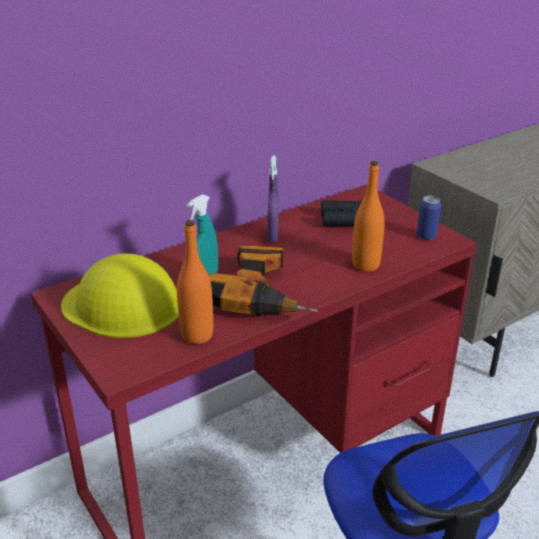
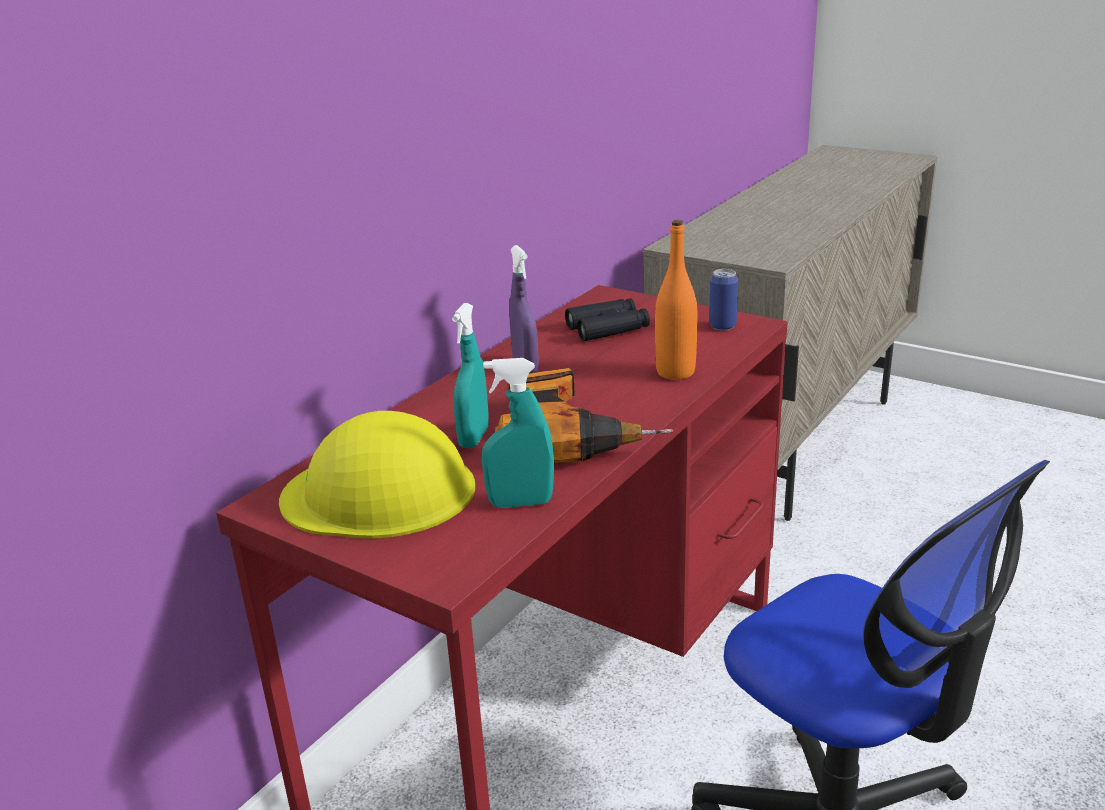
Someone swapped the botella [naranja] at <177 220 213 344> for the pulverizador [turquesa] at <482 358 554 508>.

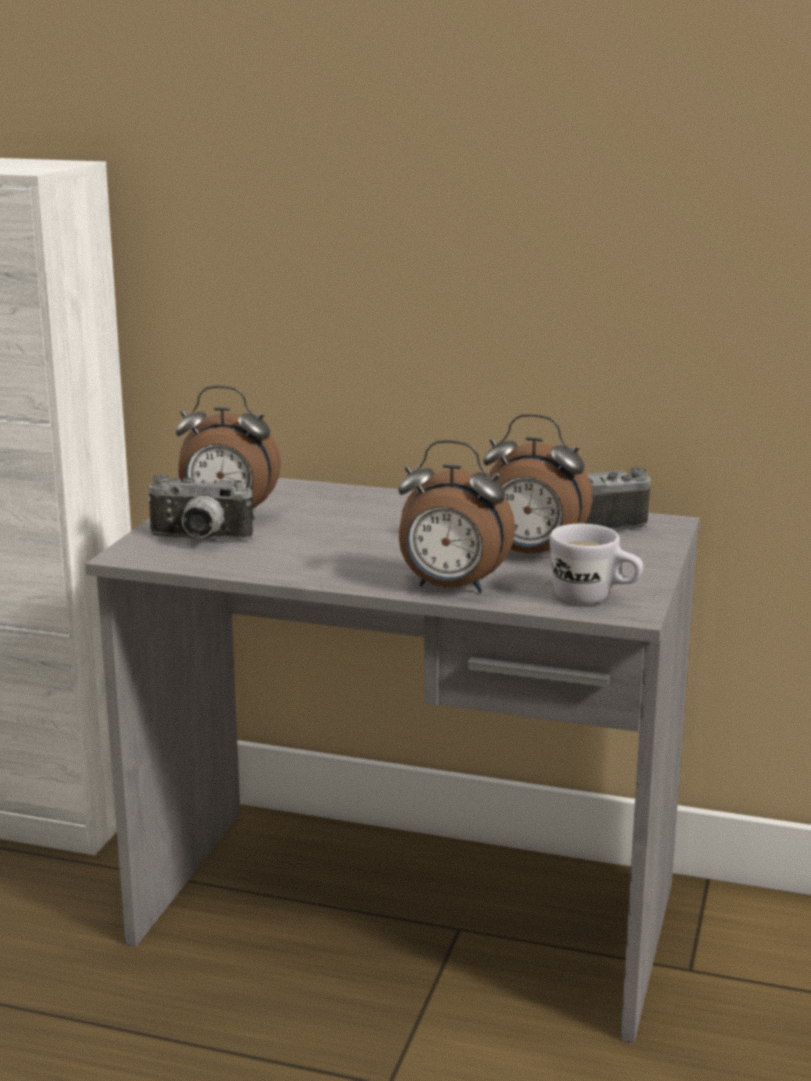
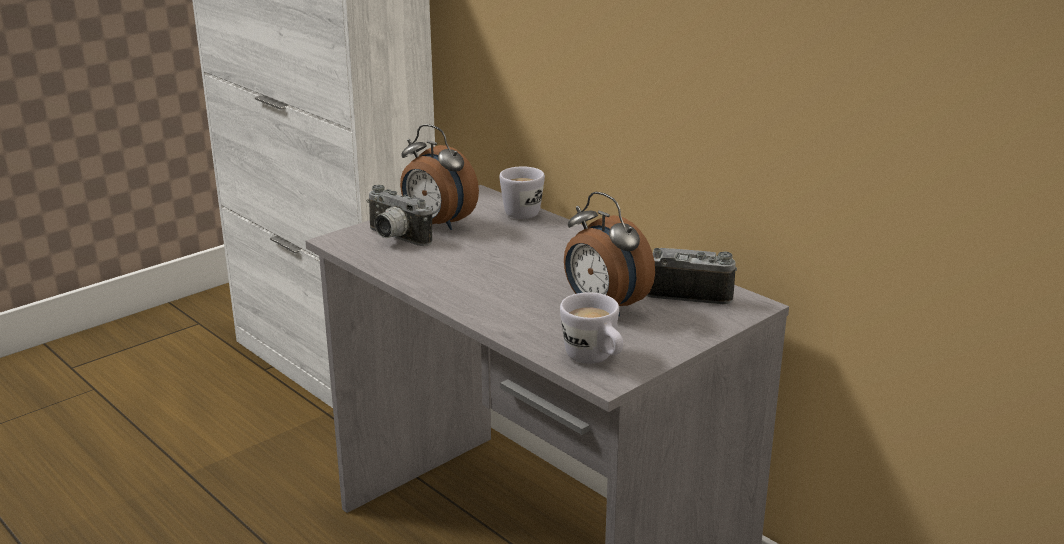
Someone took away the despertador at <398 440 515 593>.
Someone put down the taza grande [blanco] at <499 166 545 219>.

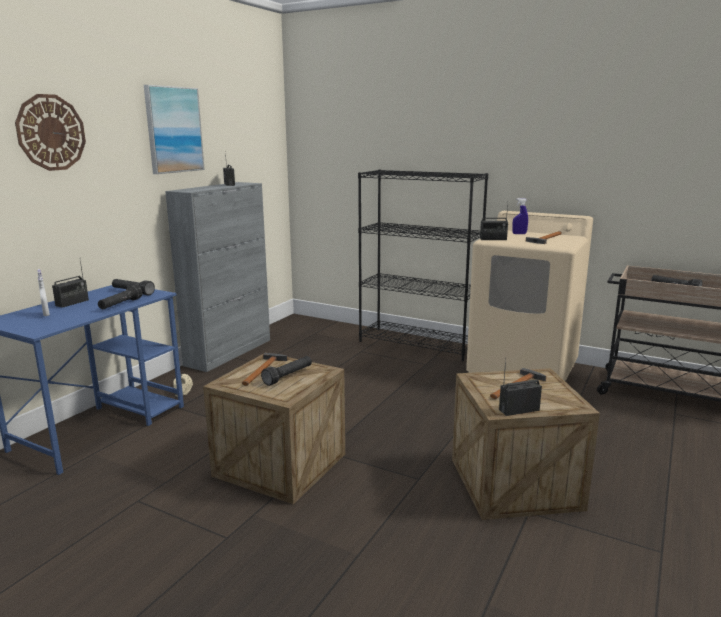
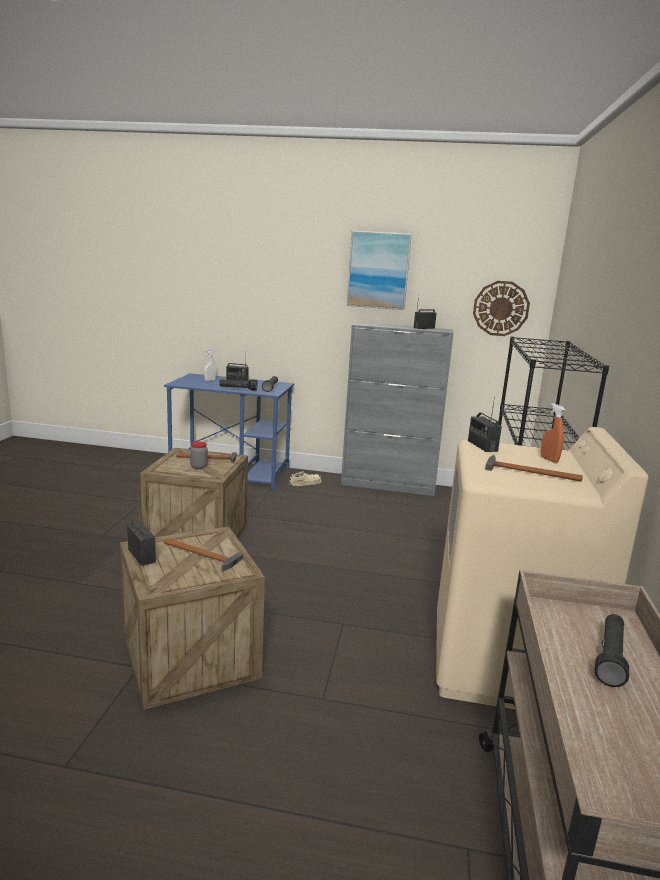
Someone carried the reloj de pared from <15 94 86 171> to <473 281 530 336>.
Someone repainted the pulverizador [azul] at <512 198 528 234>, which became the pulverizador [naranja] at <541 403 565 463>.
Someone swapped the linterna [negro] at <261 356 312 386> for the tarro at <190 441 208 469>.

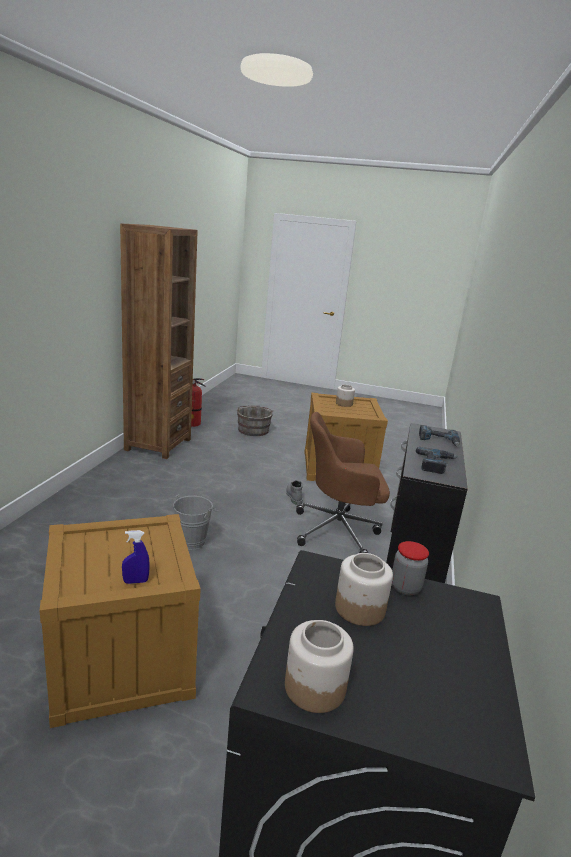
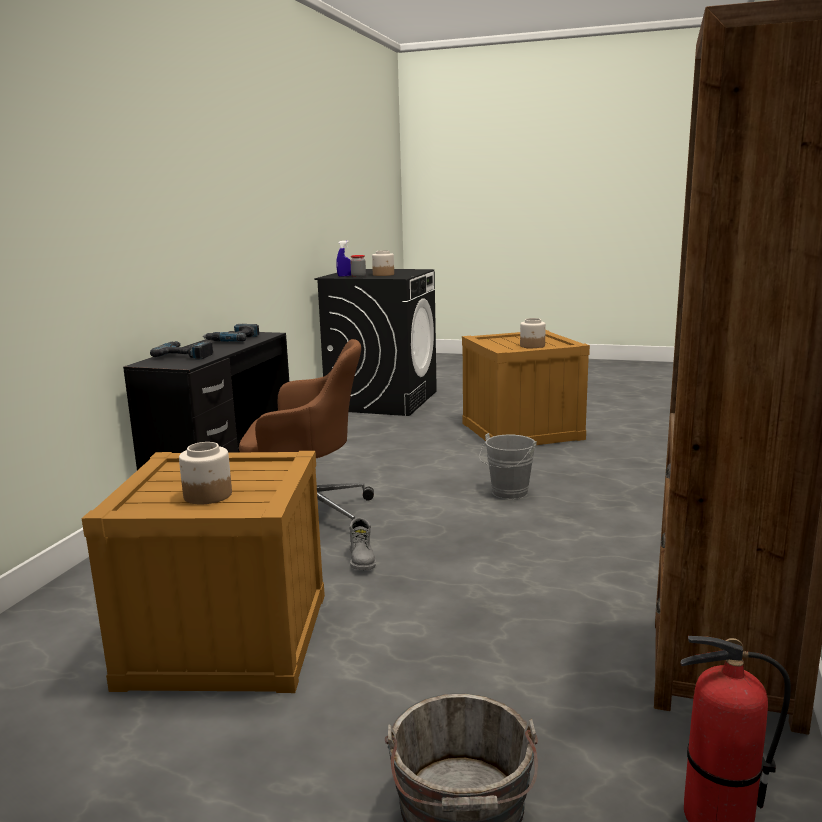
Someone carried the pulverizador [azul] from <122 530 150 584> to <336 241 351 277>.
Someone carried the tarro from <285 620 354 713> to <520 318 546 349>.

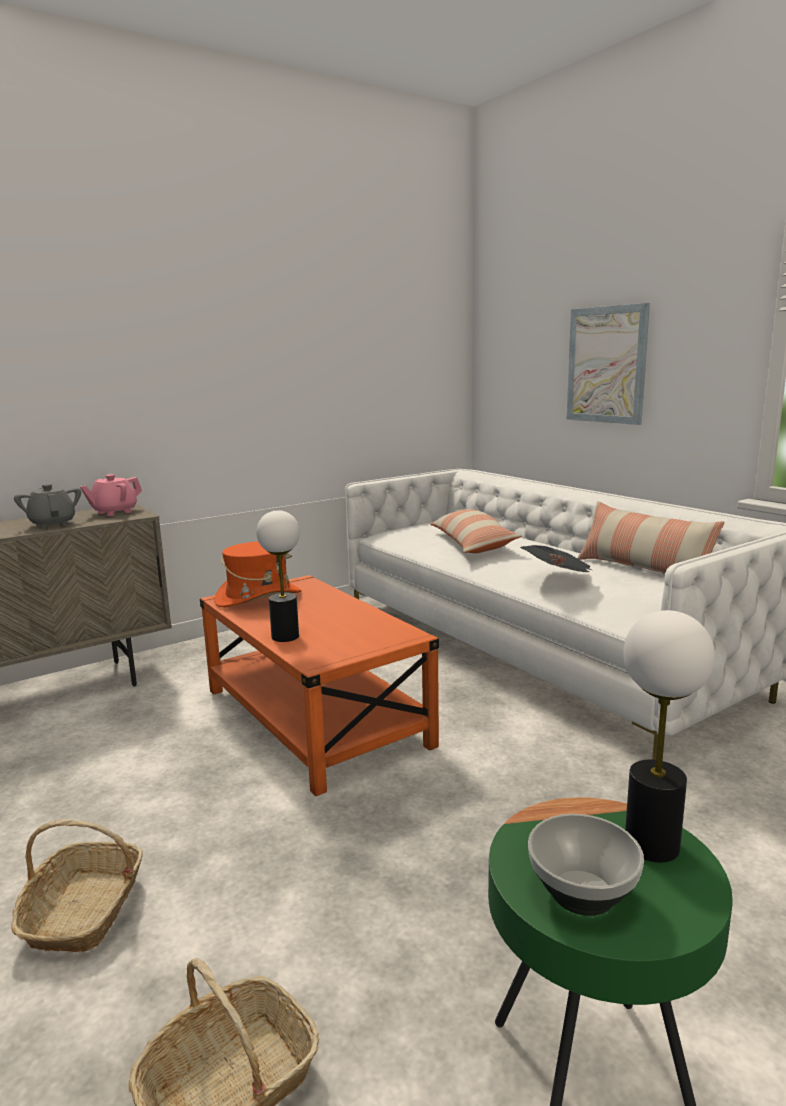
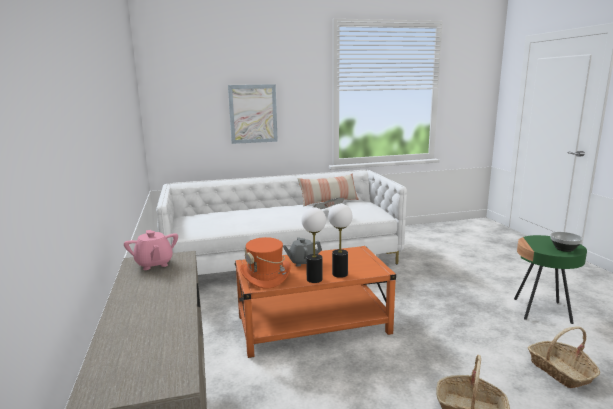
Someone carried the tetera [gris] from <14 484 81 529> to <283 237 322 267>.
Someone took away the cojín at <430 509 522 553>.
Someone carried the lámpara de mesa from <624 610 715 862> to <301 207 326 283>.

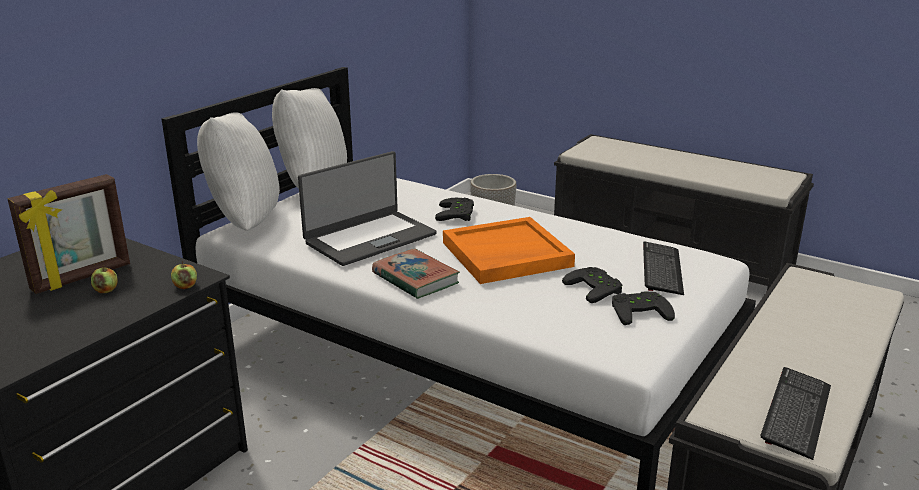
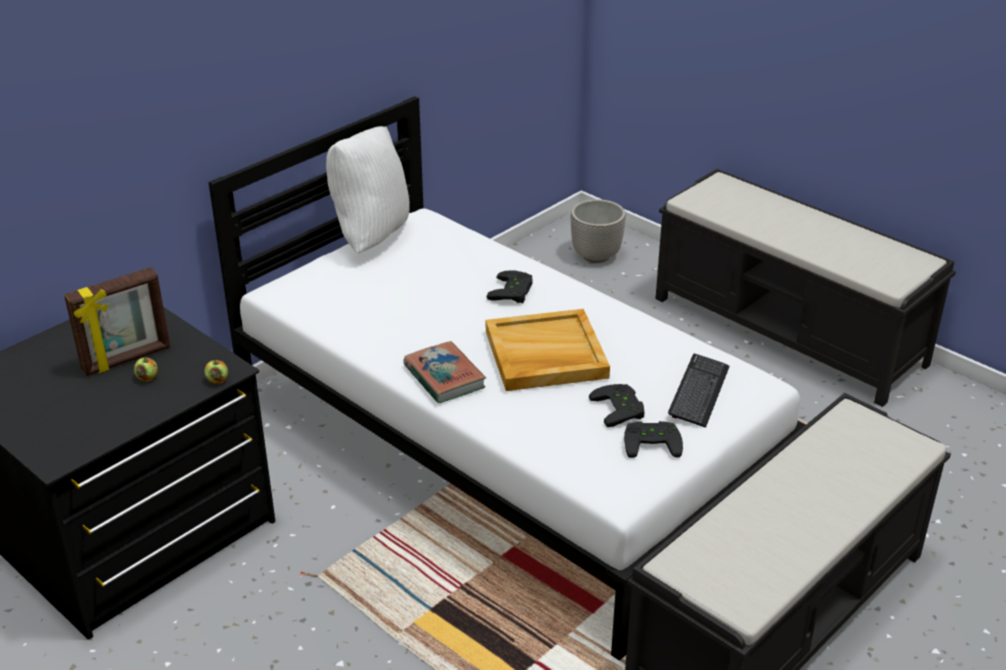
Someone took away the cojín [blanco] at <197 112 280 231>.
Someone took away the portátil at <298 151 437 266>.
Someone repainted the bandeja [naranja] at <443 217 575 284>, which became the bandeja [beis] at <486 309 610 391>.
Someone took away the teclado at <760 367 831 460>.

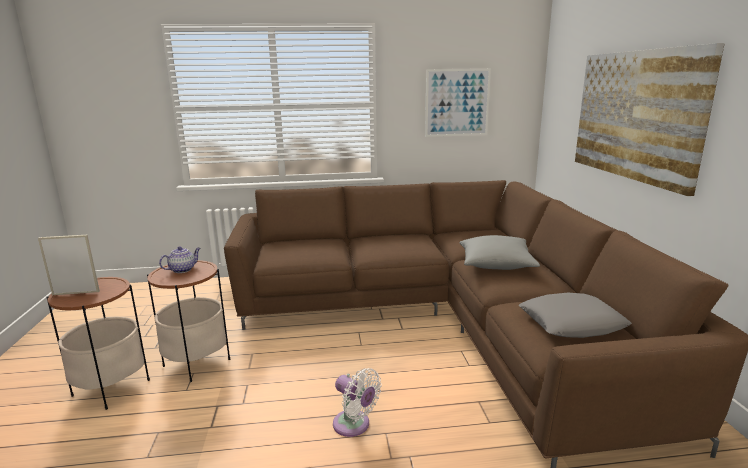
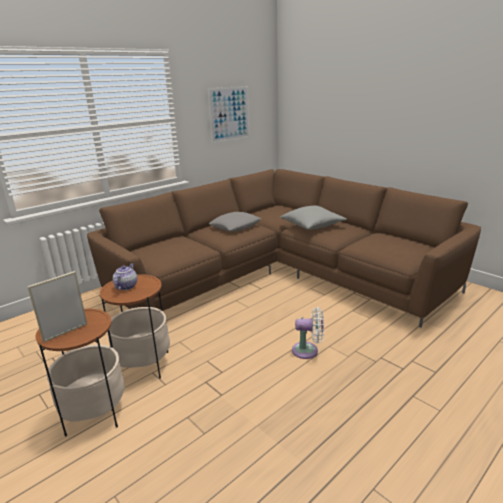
Someone took away the cuadro at <575 43 725 196>.
Someone carried the cojín [gris] from <519 293 632 338> to <209 212 261 232>.

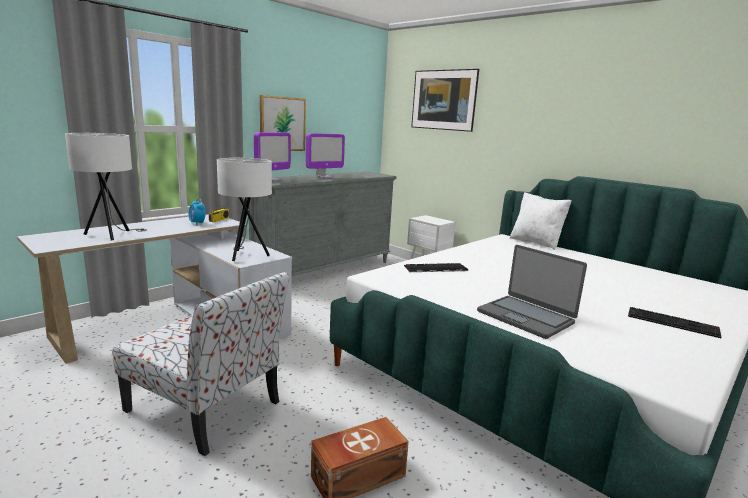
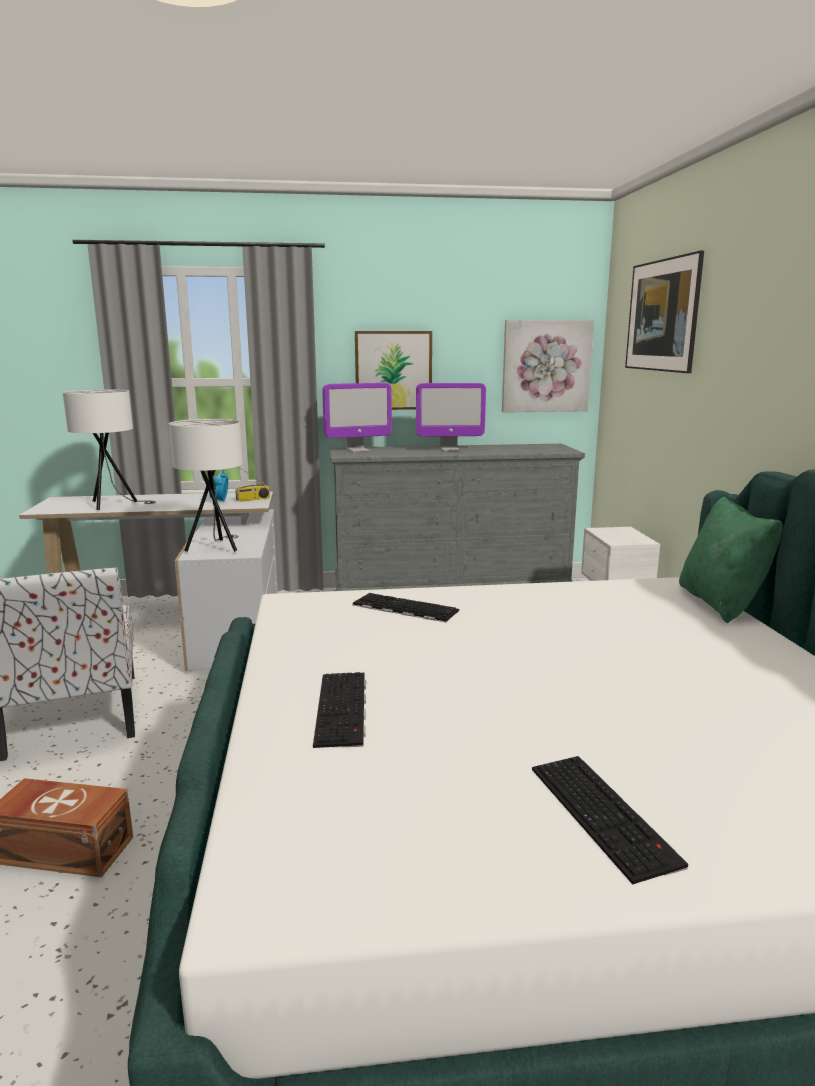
Someone repainted the cojín [blanco] at <510 192 572 250>, which became the cojín [verde] at <679 497 783 624>.
Someone swapped the portátil at <477 245 587 339> for the teclado at <313 672 366 748>.
Someone put up the cuadro at <502 320 594 412>.

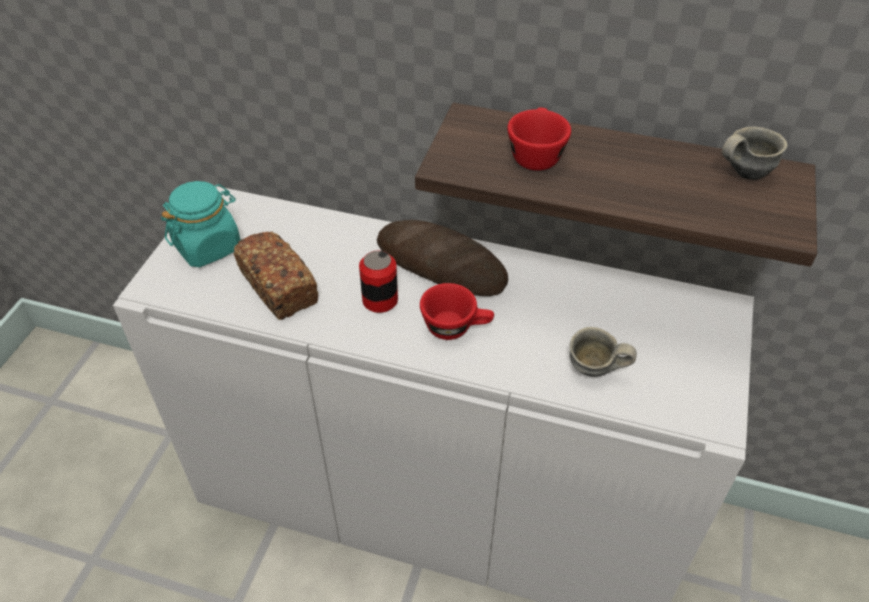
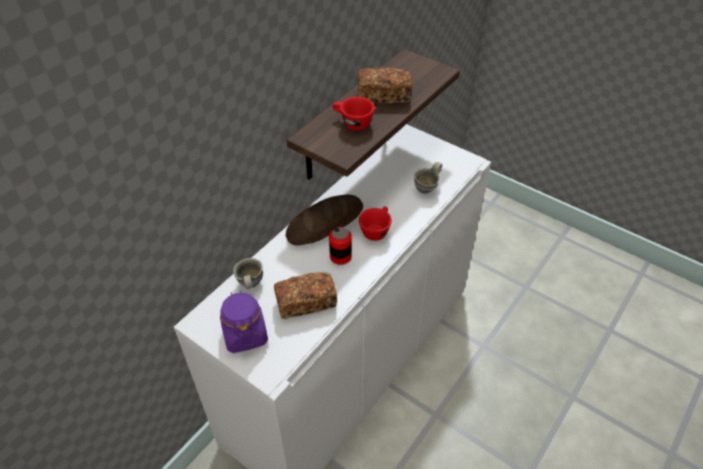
Someone carried the taza grande [gris] from <722 127 788 180> to <233 258 263 289>.
Someone repainted the tarro [turquesa] at <161 181 241 267>, which became the tarro [morado] at <220 290 268 353>.
Someone put down the pan at <358 67 412 103>.

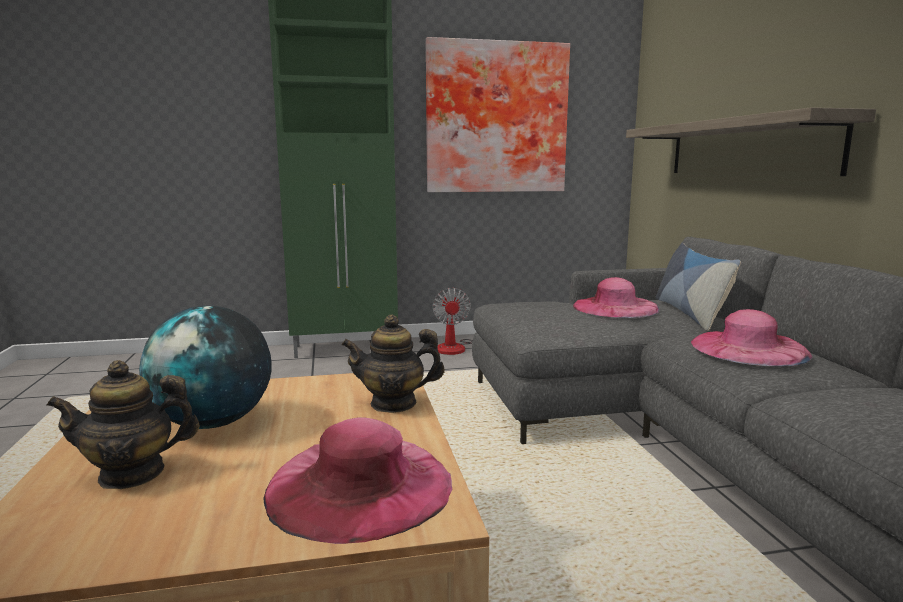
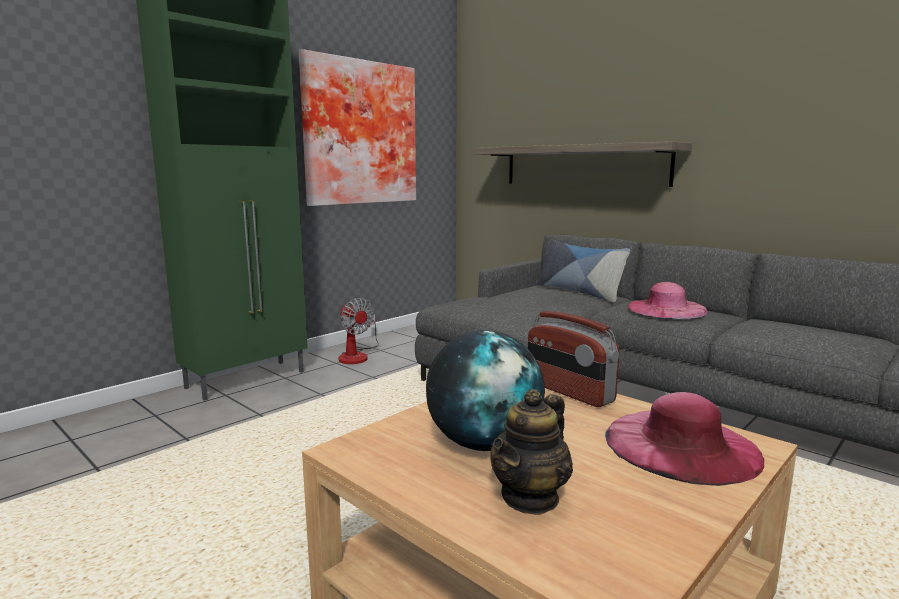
Someone took away the sombrero [rosa] at <573 277 660 318>.
Someone swapped the tetera at <341 315 445 413> for the radio at <528 311 620 407>.

